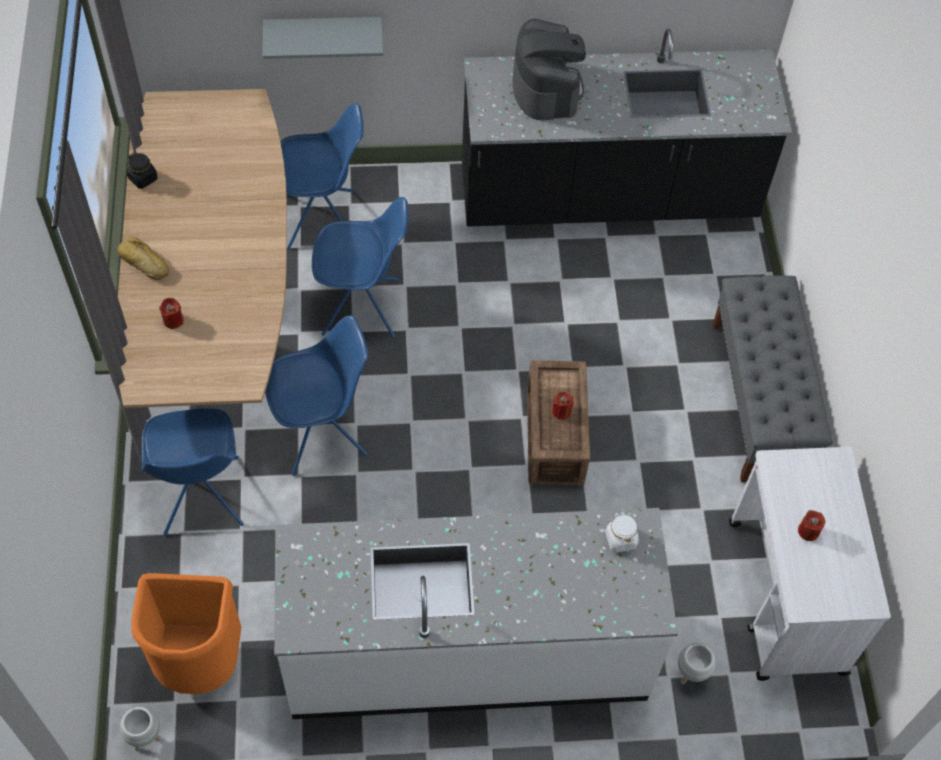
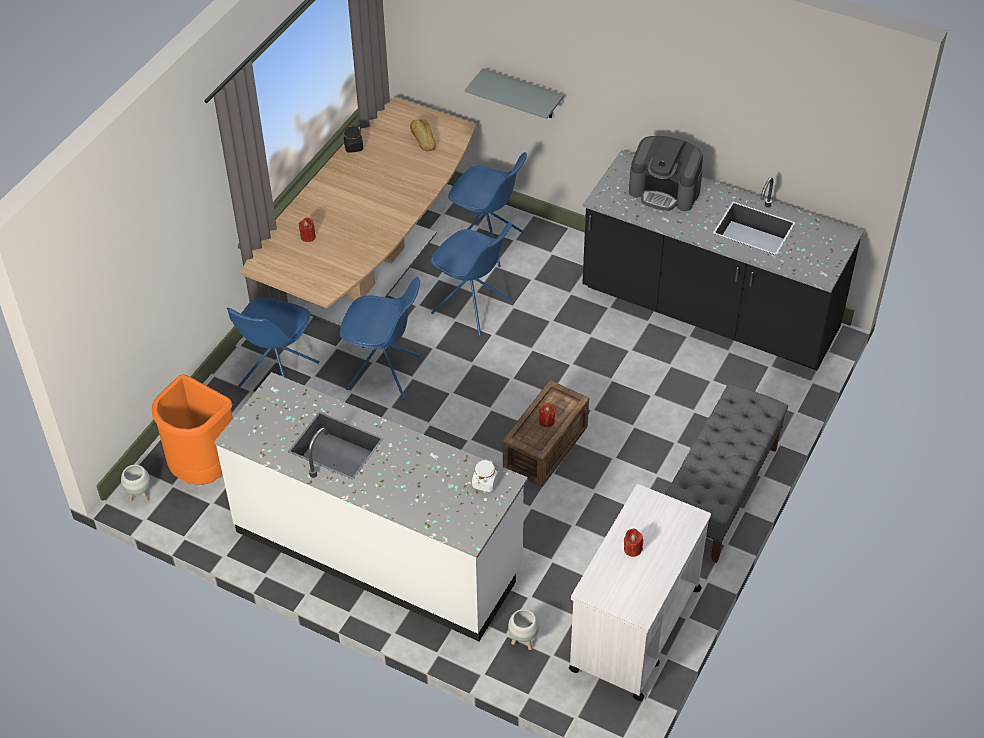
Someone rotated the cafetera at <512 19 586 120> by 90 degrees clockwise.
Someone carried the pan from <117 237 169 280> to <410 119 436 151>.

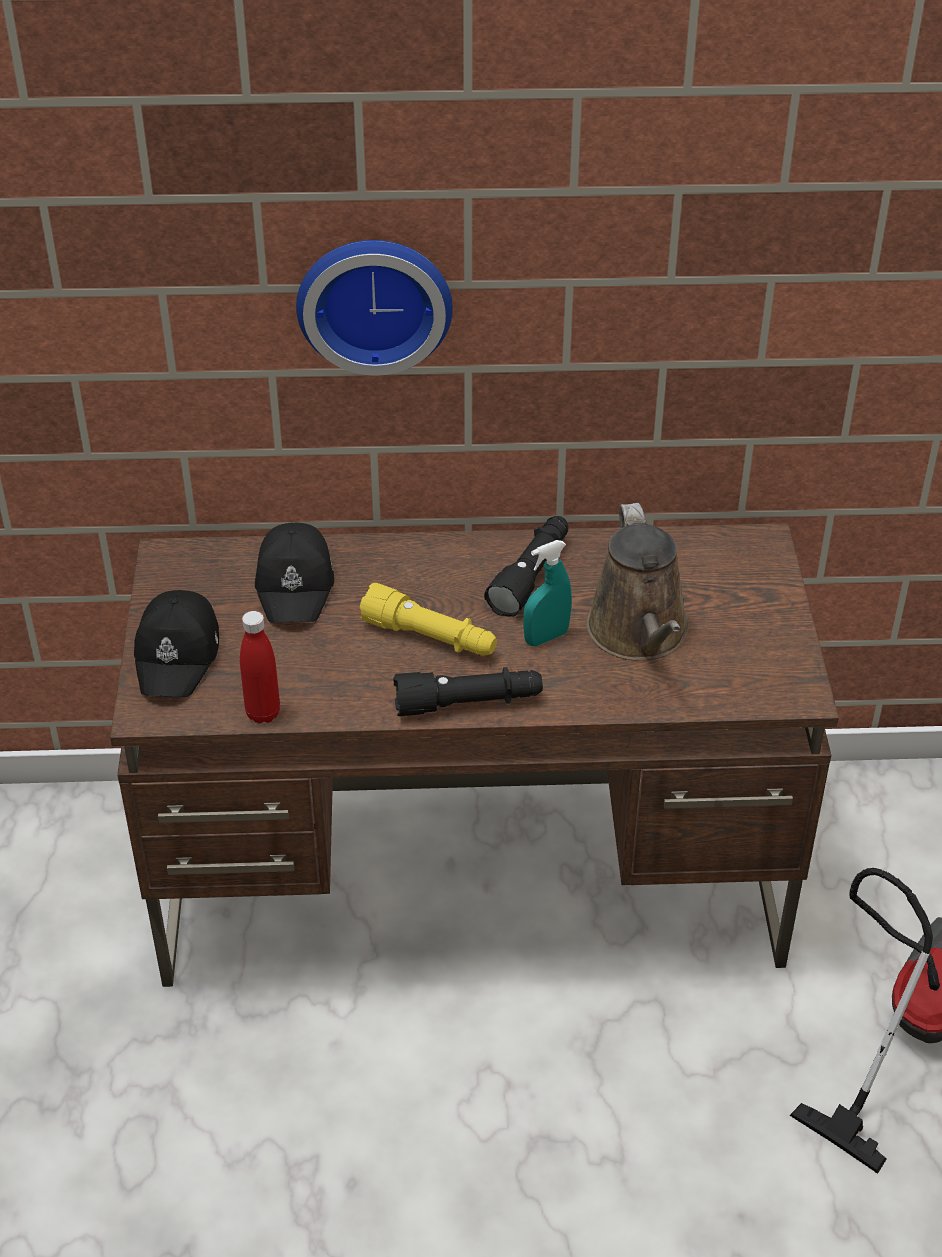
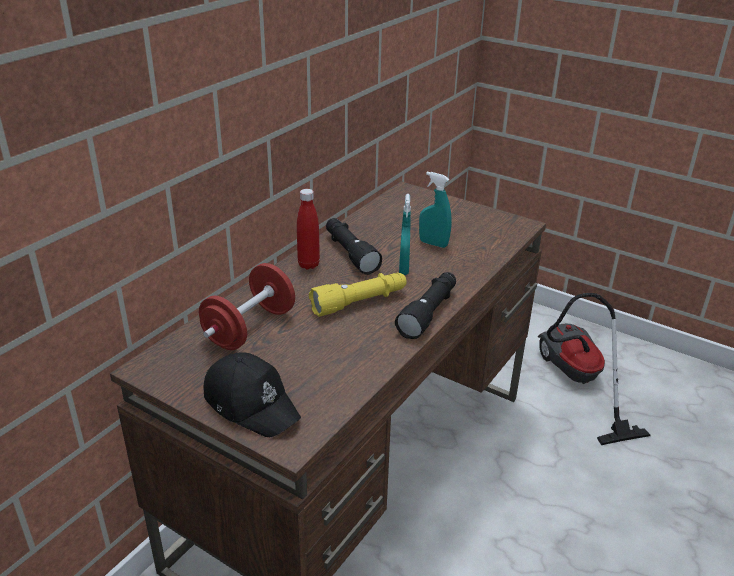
Someone took away the reloj de pared at <296 240 453 376>.
Someone swapped the regadera [marrón] at <586 503 689 661> for the pulverizador [turquesa] at <419 172 452 248>.
Someone swapped the gorra [negro] at <255 523 334 623> for the mancuerna [rojo] at <199 263 295 350>.
Someone carried the botella [rojo] from <240 611 280 723> to <297 189 320 270>.

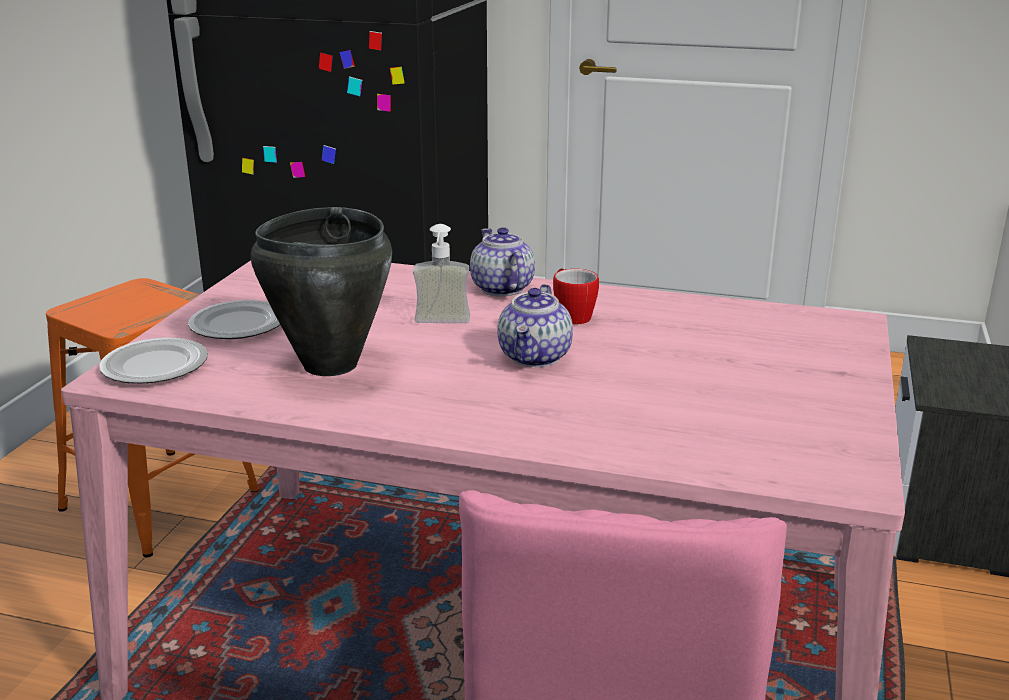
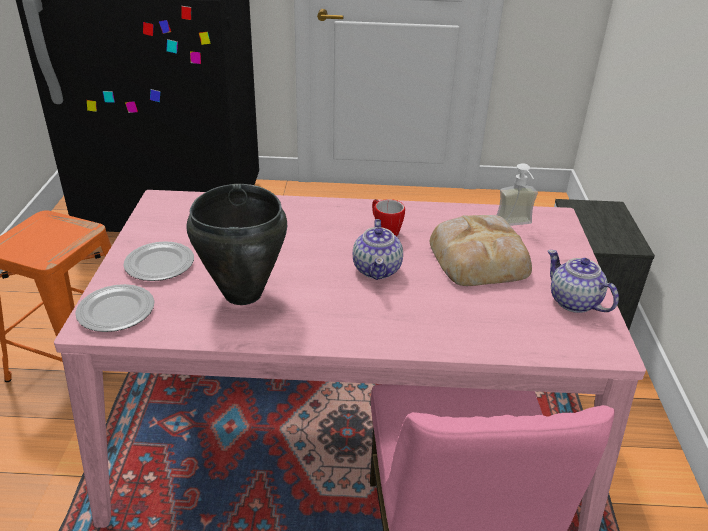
Someone carried the dispensador de jabón from <413 224 470 323> to <497 163 538 226>.
Someone carried the tetera from <470 227 535 296> to <548 250 619 313>.
Someone put down the pan at <430 215 532 286>.

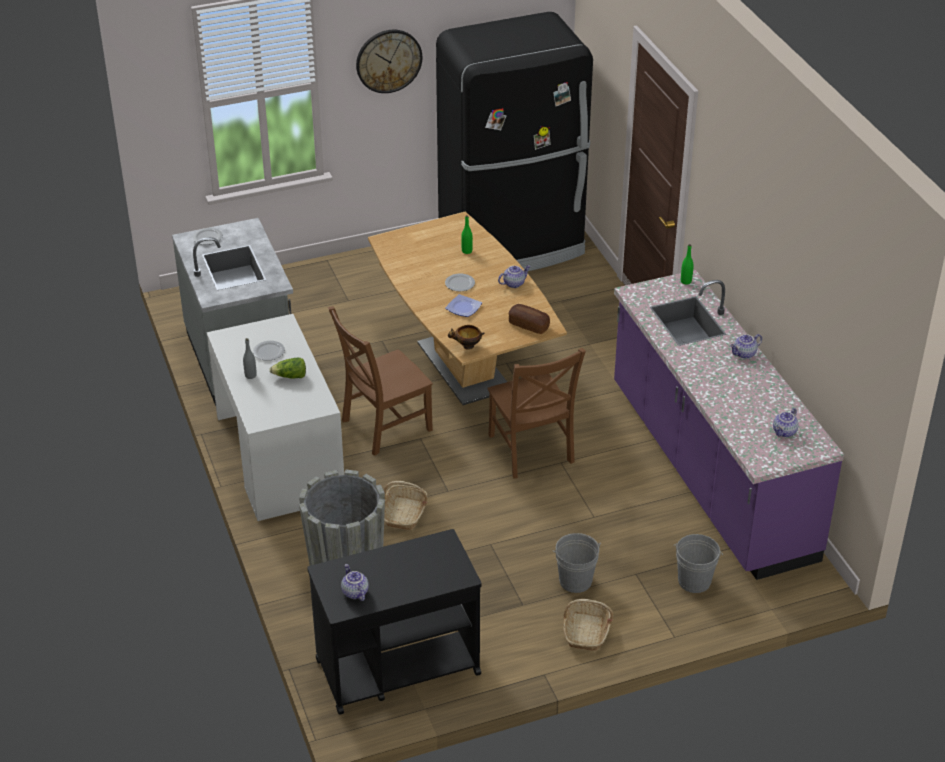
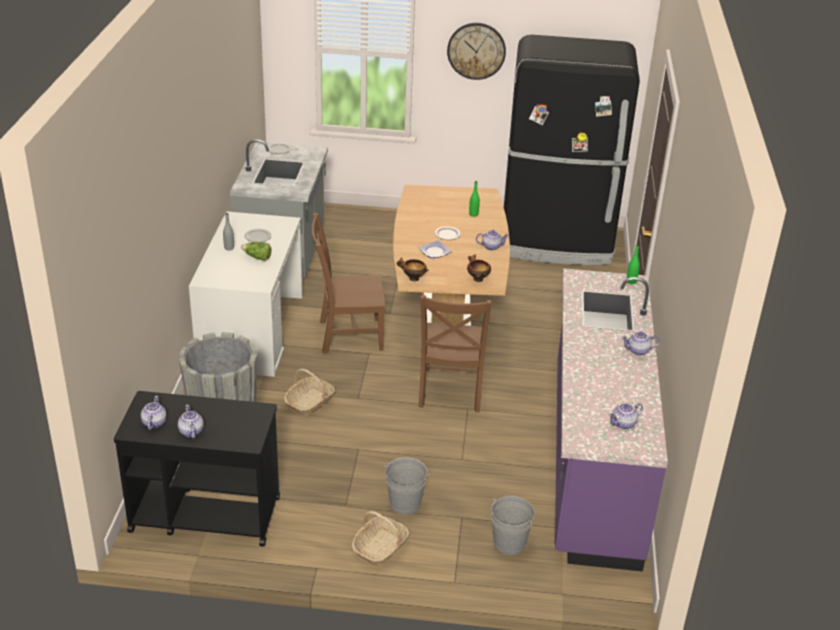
Someone swapped the pan at <509 304 550 334> for the cuenco at <467 255 491 282>.
Someone put down the tetera at <178 405 204 438>.

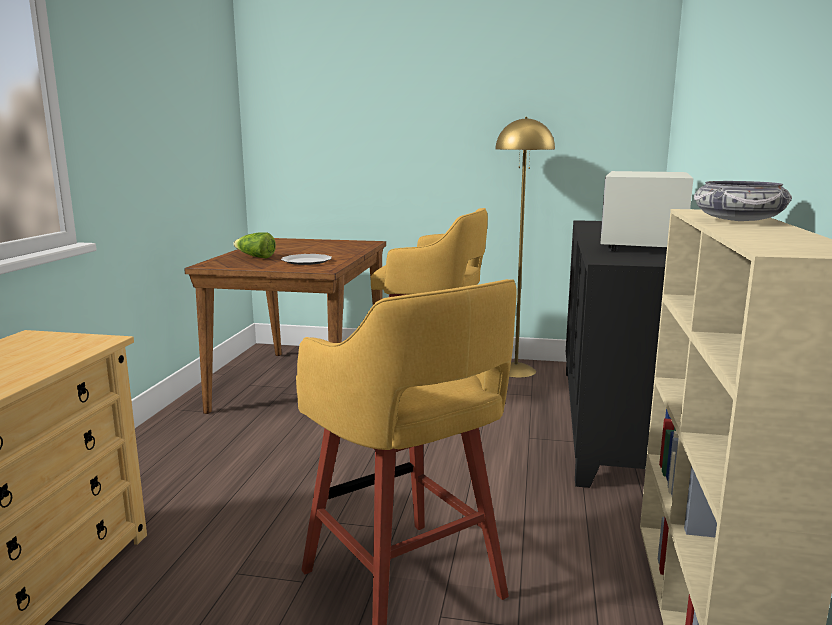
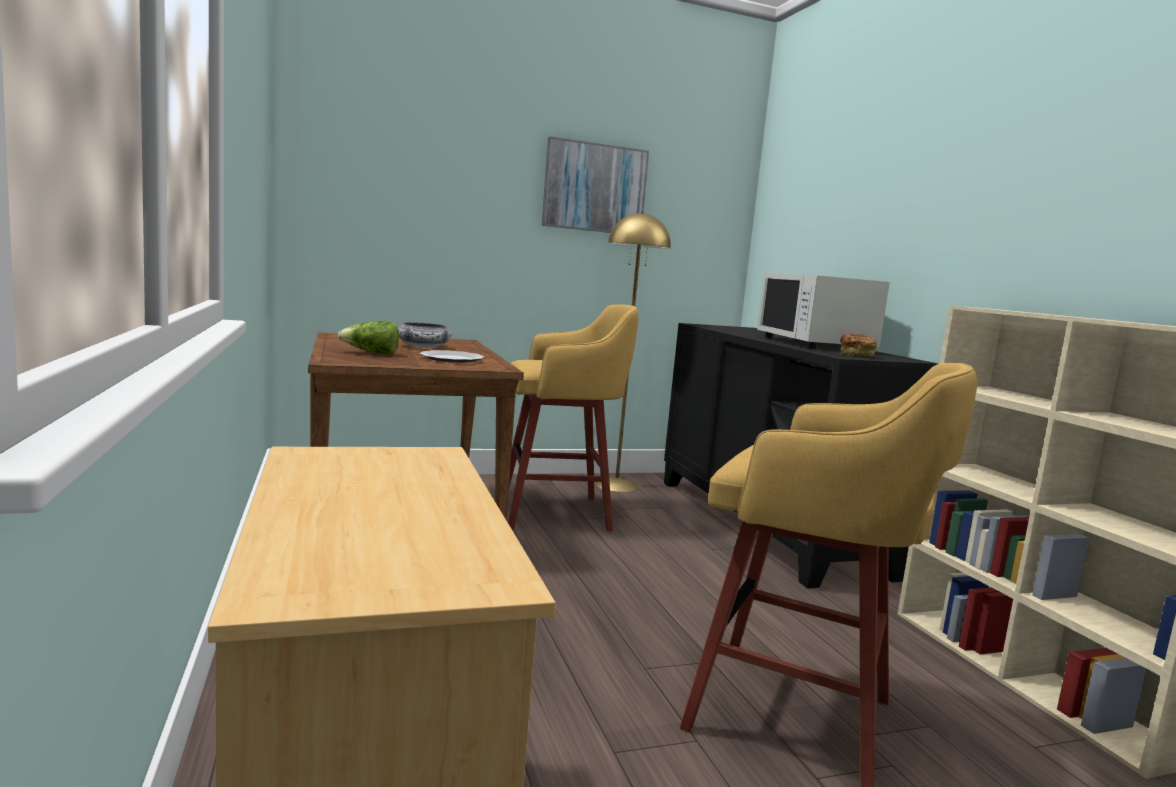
Someone carried the cuenco from <694 181 792 221> to <398 322 452 347>.
Someone put up the cuadro at <541 136 649 233>.
Someone put down the pan at <840 333 877 356>.

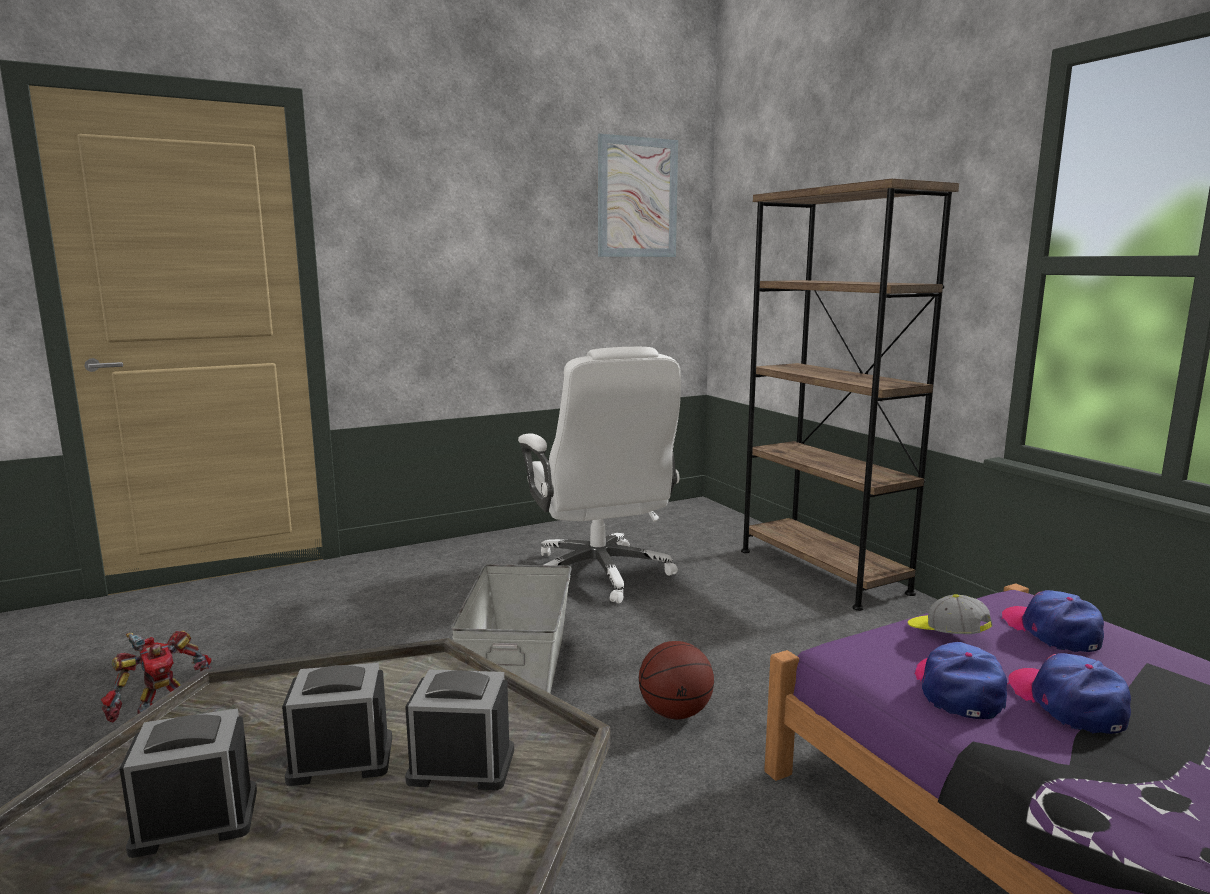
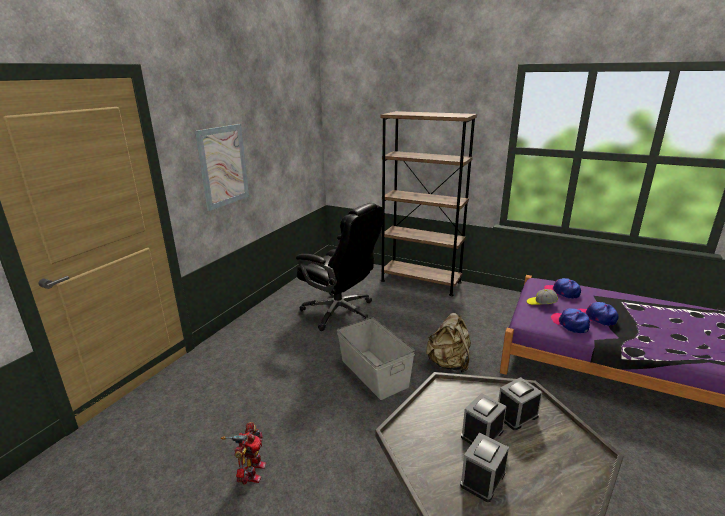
Someone carried the cuadro from <598 133 678 257> to <195 124 249 211>.
Someone repainted the silla de oficina [blanco] at <518 347 681 604>, which became the silla de oficina [negro] at <296 203 384 331>.
Someone swapped the balón de baloncesto at <639 641 714 719> for the mochila [beis] at <426 313 471 373>.

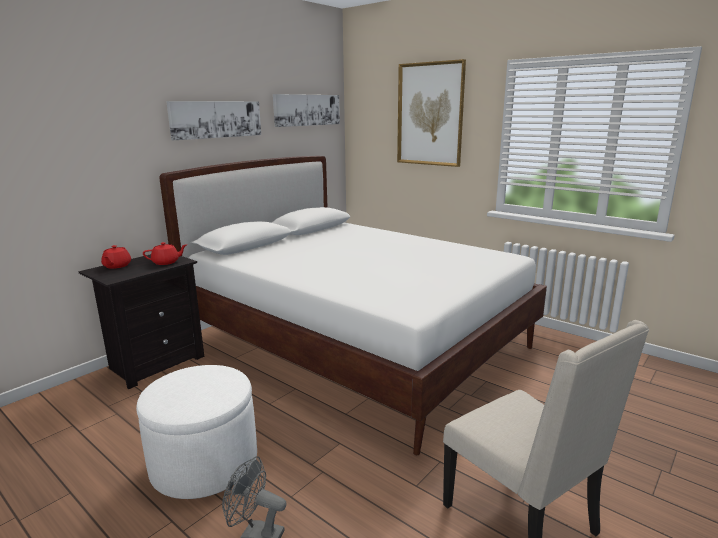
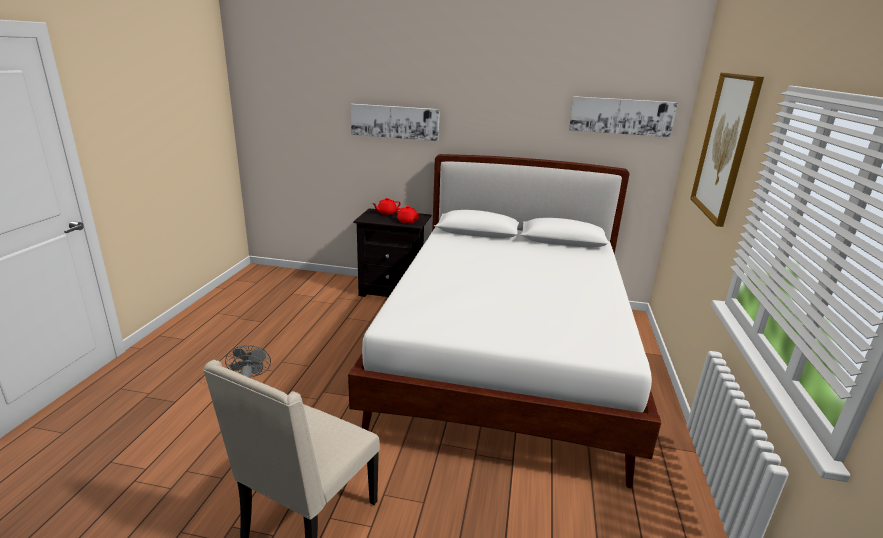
Someone carried the cuadro from <166 101 261 140> to <351 104 440 141>.
Someone took away the puf [blanco] at <136 365 257 499>.

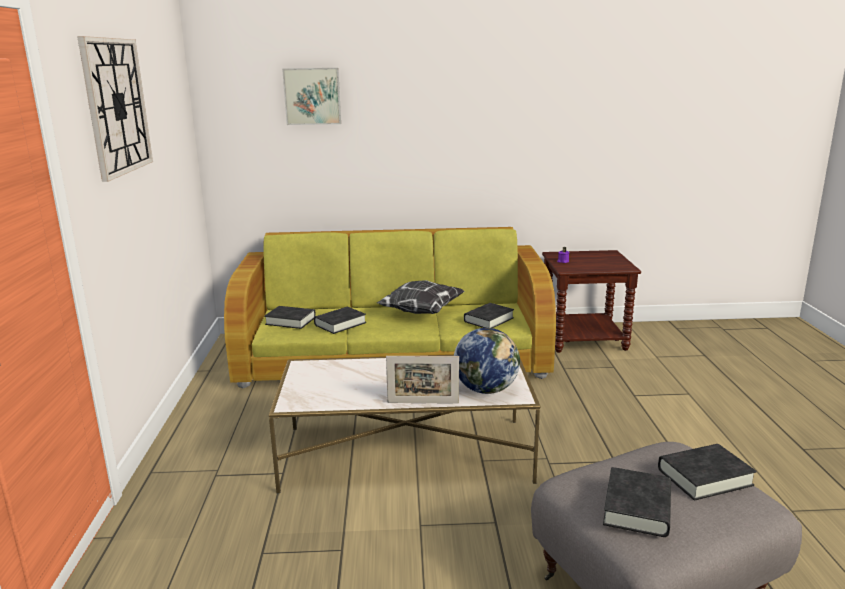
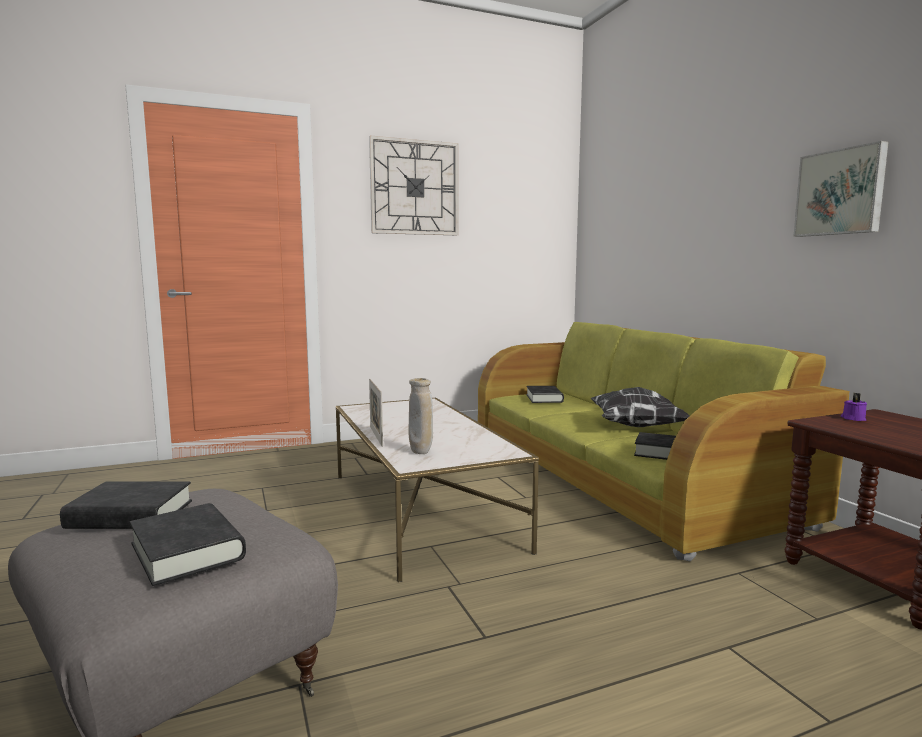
Someone carried the cuadro from <282 68 341 125> to <793 141 889 237>.
Someone took away the libro [negro] at <314 307 366 334>.
Someone swapped the globo terráqueo at <454 328 520 394> for the florero [beis] at <408 378 433 454>.

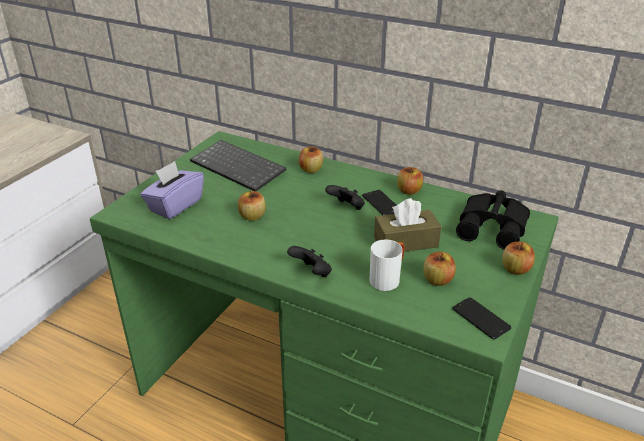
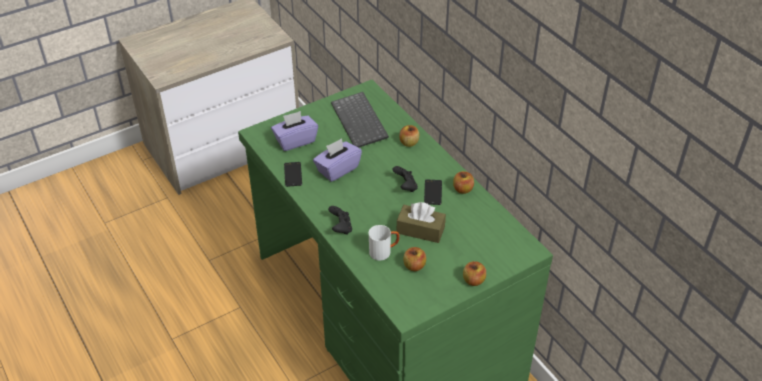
Someone took away the prismáticos [negro] at <456 190 530 250>.
Someone swapped the manzana at <238 191 266 221> for the caja de pañuelos [morado] at <313 138 362 182>.
Someone carried the móvil from <452 297 511 339> to <284 162 302 187>.

